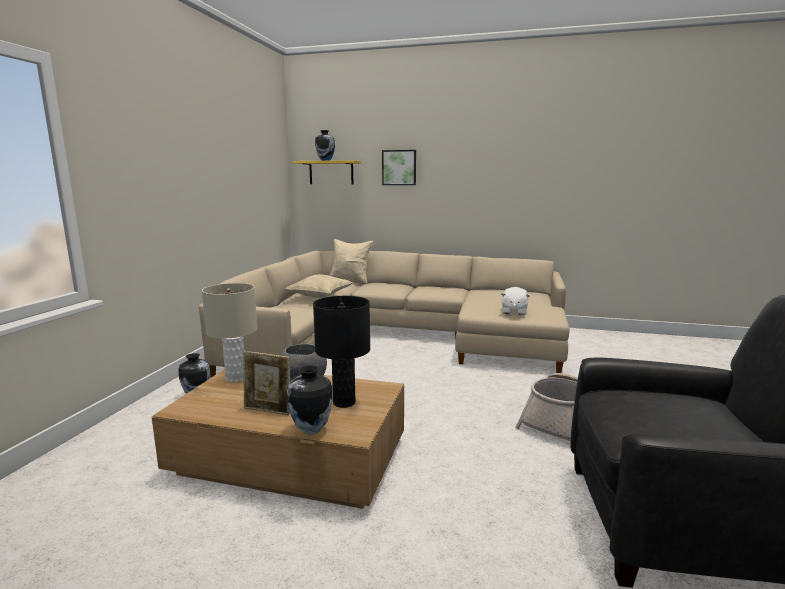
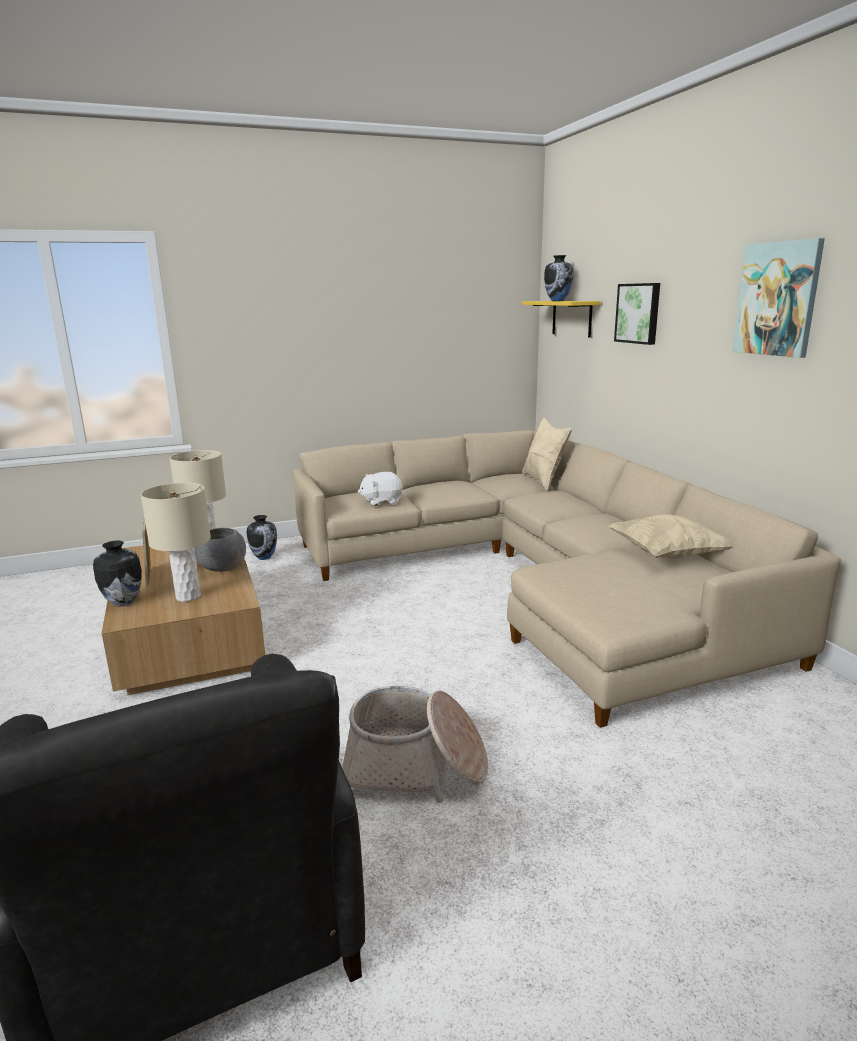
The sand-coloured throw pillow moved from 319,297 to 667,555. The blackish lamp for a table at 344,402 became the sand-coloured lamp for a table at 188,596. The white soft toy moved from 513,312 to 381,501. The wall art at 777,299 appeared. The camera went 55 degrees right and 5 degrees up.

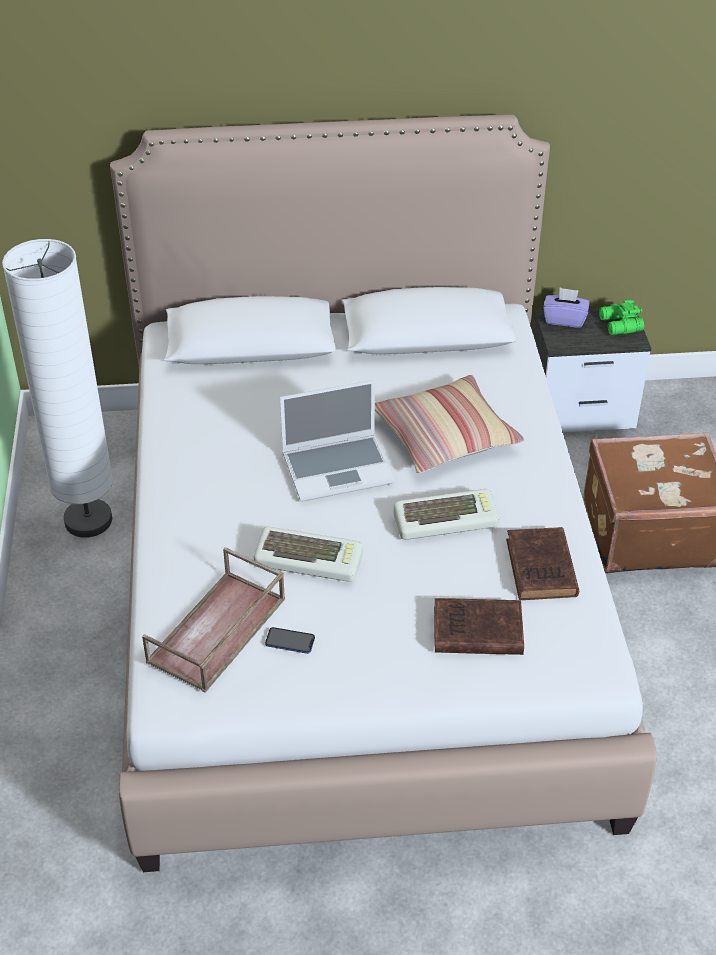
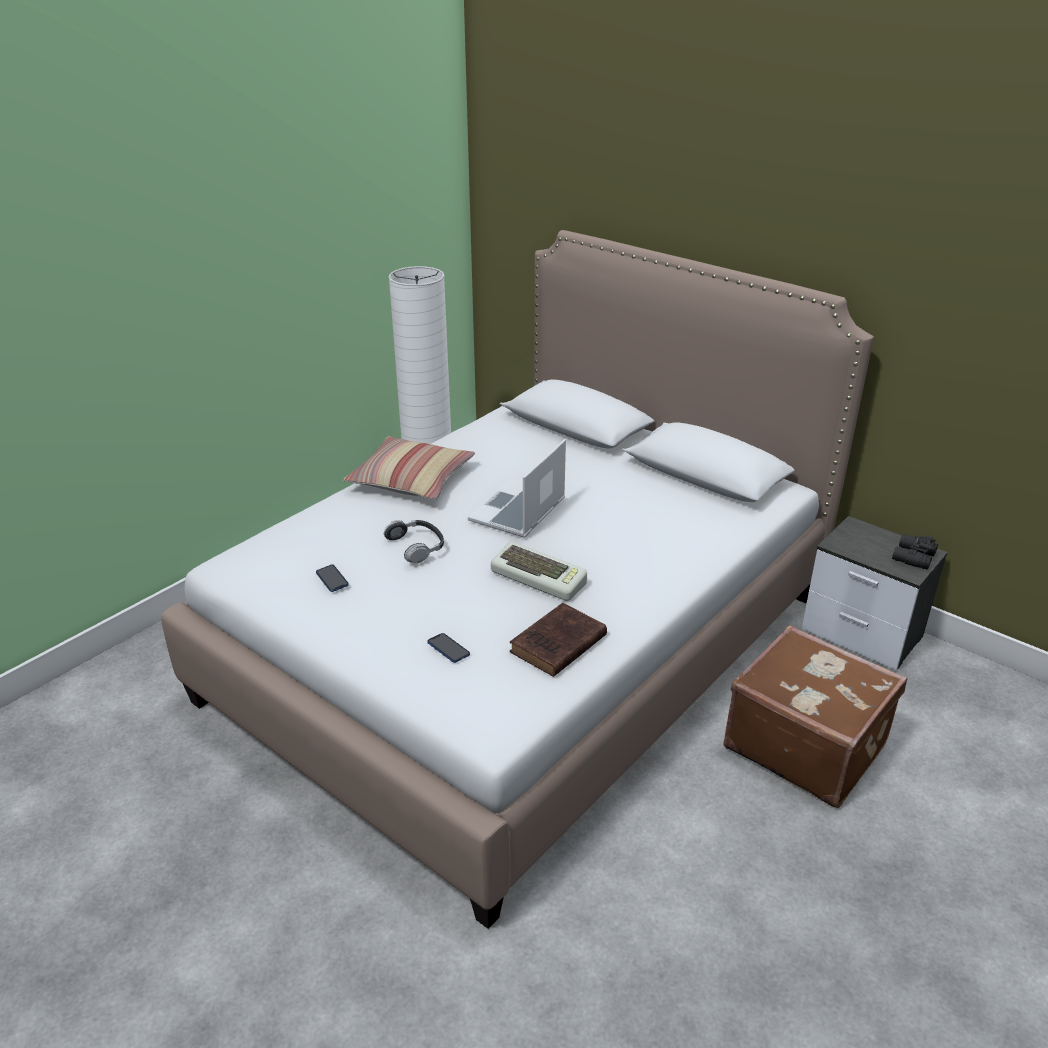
The brown tray at 217,632 disappeared. The computer keyboard at 310,559 was replaced by the headphones at 417,546. The laptop at 338,468 turned 90 degrees clockwise. The throw pillow moved from 445,436 to 411,479. The brown volume at 475,631 was replaced by the telephone at 448,649. The purple tissue box at 564,319 disappeared. The green binoculars at 619,325 became the blackish binoculars at 912,557. The camera went 45 degrees right and 10 degrees down.

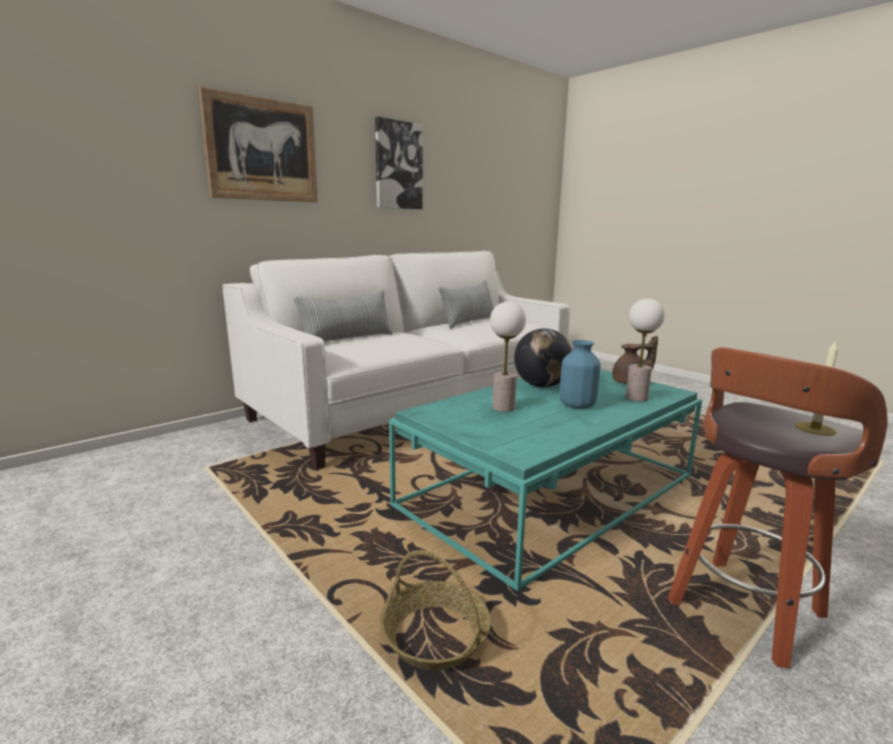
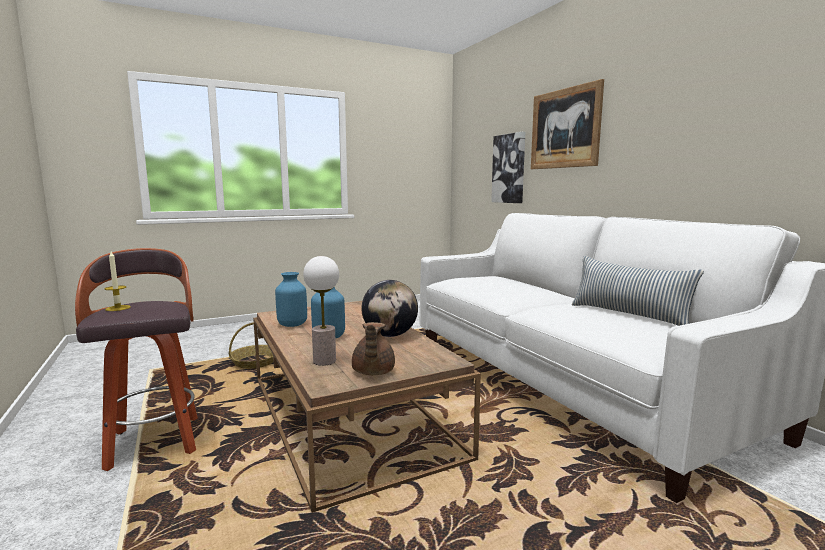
The throw pillow at 347,339 disappeared. The wall art moved from 398,165 to 509,168. The turquoise-coloured lounge table at 550,490 became the brown lounge table at 349,414. The lamp for a table at 504,407 disappeared. The blue-coloured vase at 293,324 appeared. The camera went 105 degrees right and 5 degrees down.

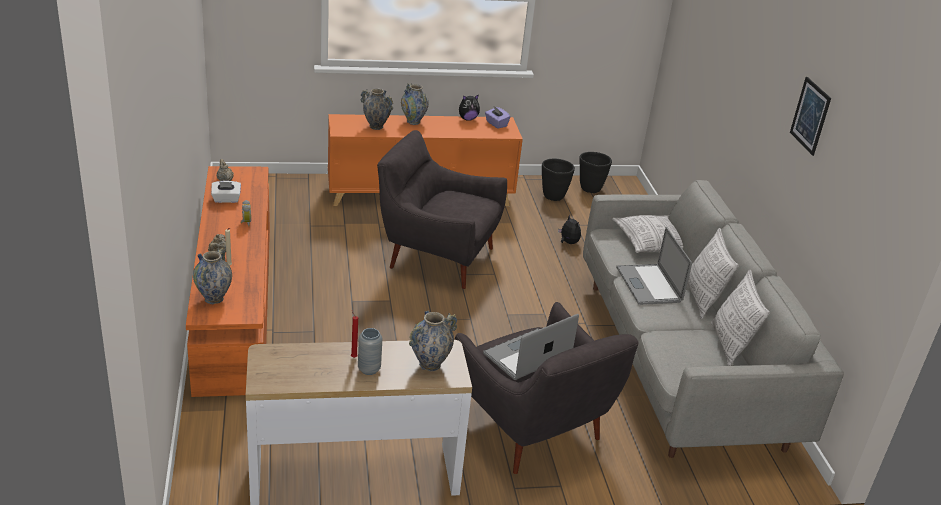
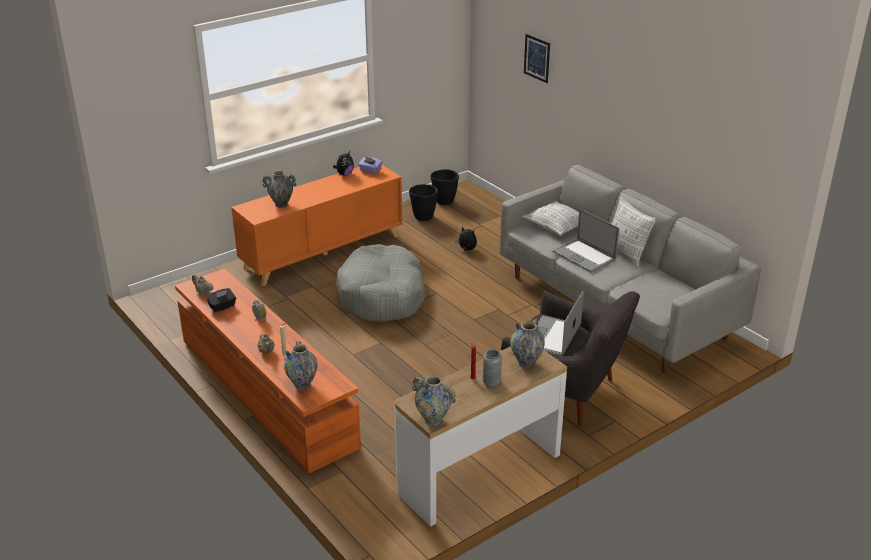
The white tissue box at 226,199 became the blackish tissue box at 222,307. The greyish armchair at 436,256 was replaced by the greyish dog bed at 382,296. The vase moved from 413,122 to 433,420. The throw pillow at 730,345 disappeared. The wall art moved from 810,115 to 537,58. The camera went 25 degrees left and 0 degrees up.

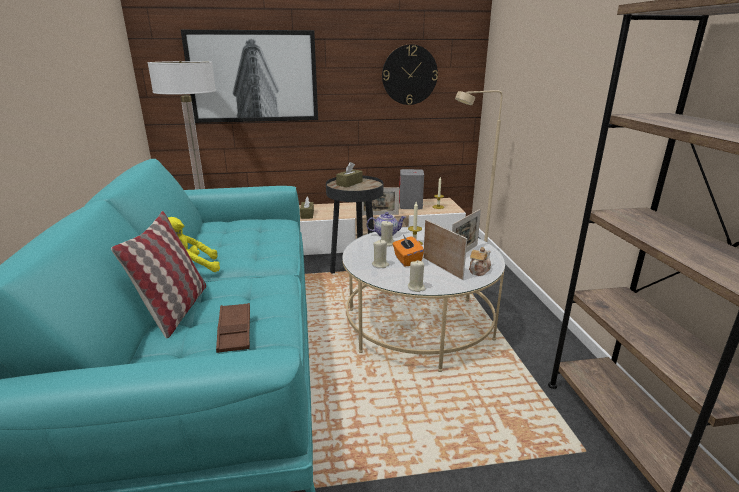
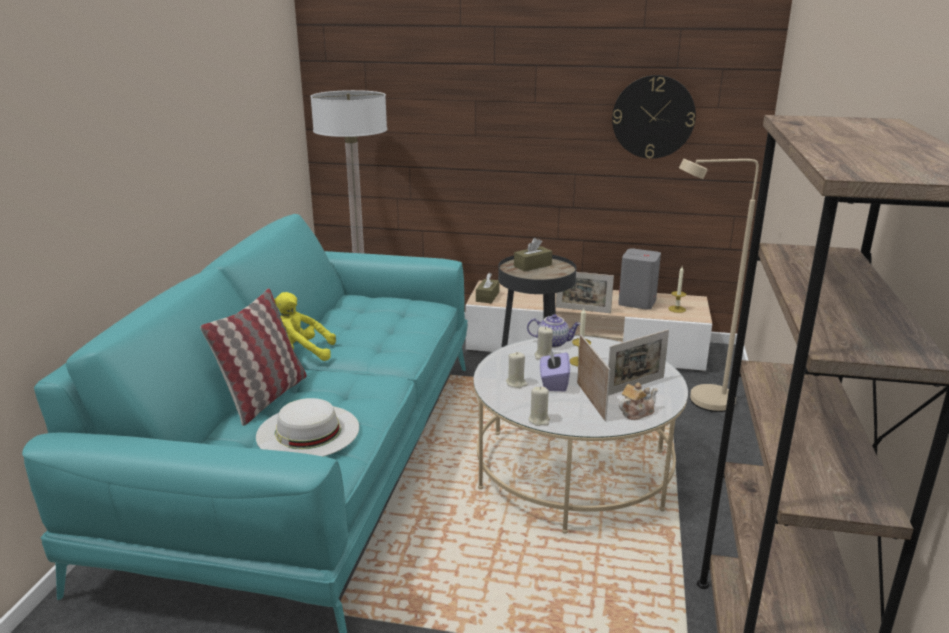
The wall art at 253,77 disappeared. The brown tray at 234,331 was replaced by the white wearable hat at 308,431. The orangey tissue box at 407,260 became the purple tissue box at 553,383. The camera went 20 degrees right and 0 degrees up.

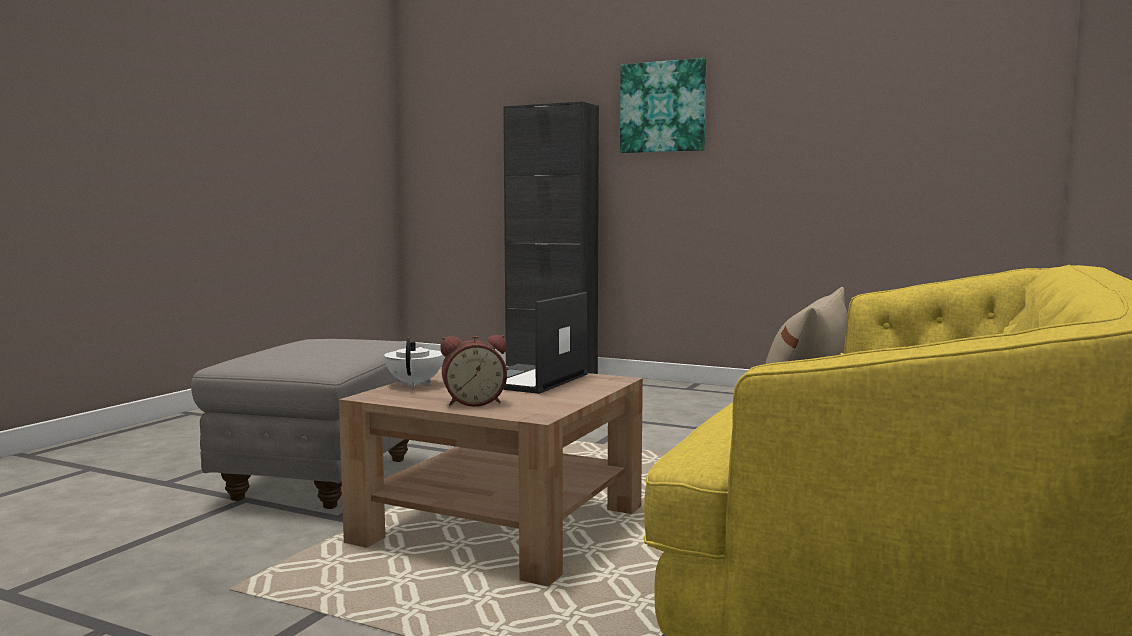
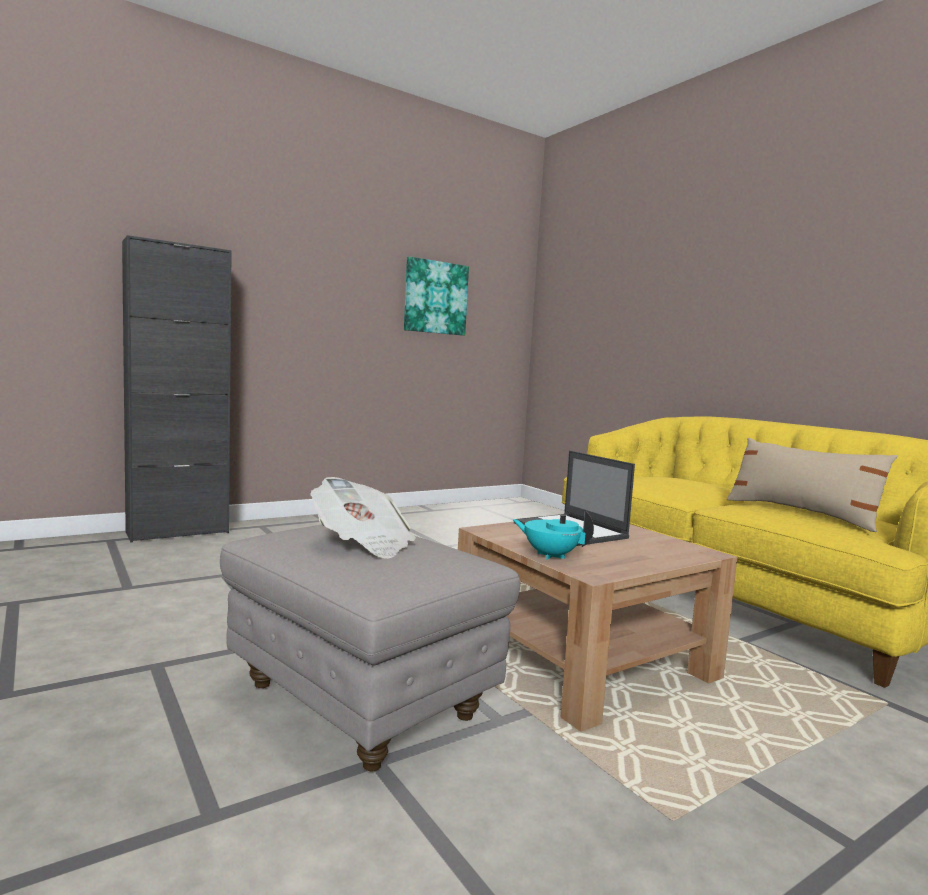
The white pot for tea at 415,384 became the turquoise-coloured pot for tea at 550,555. The table clock at 474,402 disappeared. The wall art moved from 663,107 to 435,297. The daily paper at 363,544 appeared. The camera went 60 degrees left and 0 degrees up.

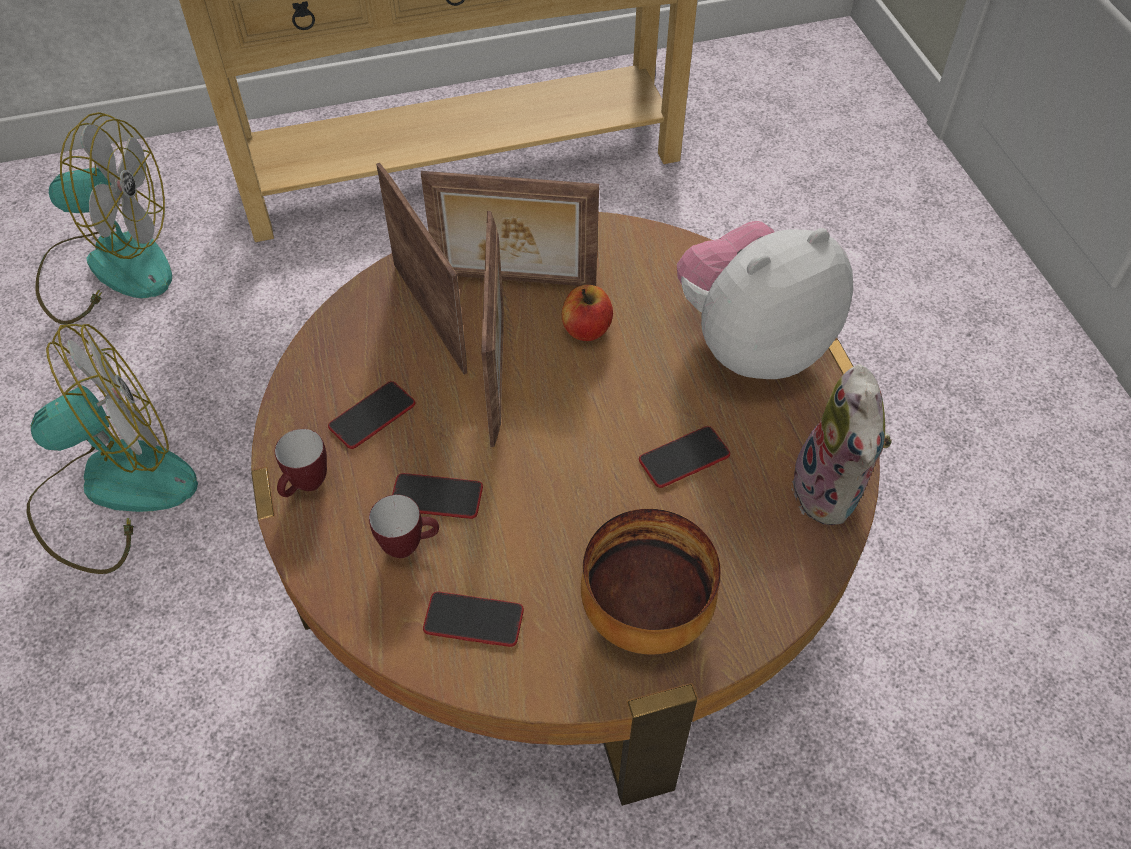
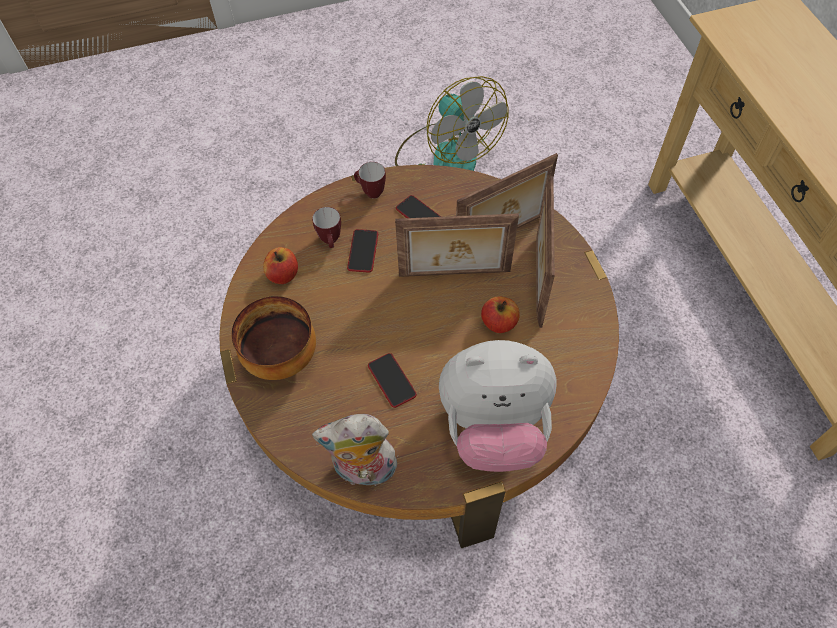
The fan at 109,266 disappeared. The telephone at 473,620 was replaced by the apple fruit at 283,274. The soft toy at 751,344 turned 120 degrees clockwise. The camera went 90 degrees right and 5 degrees up.

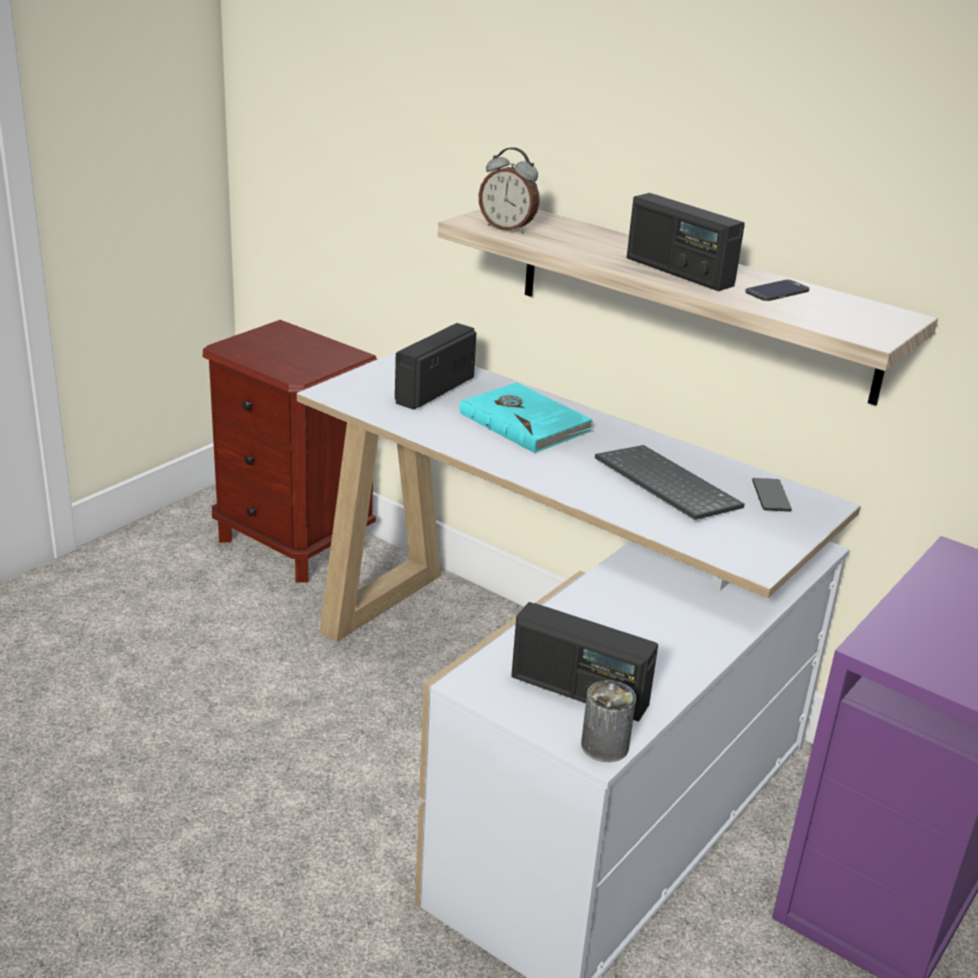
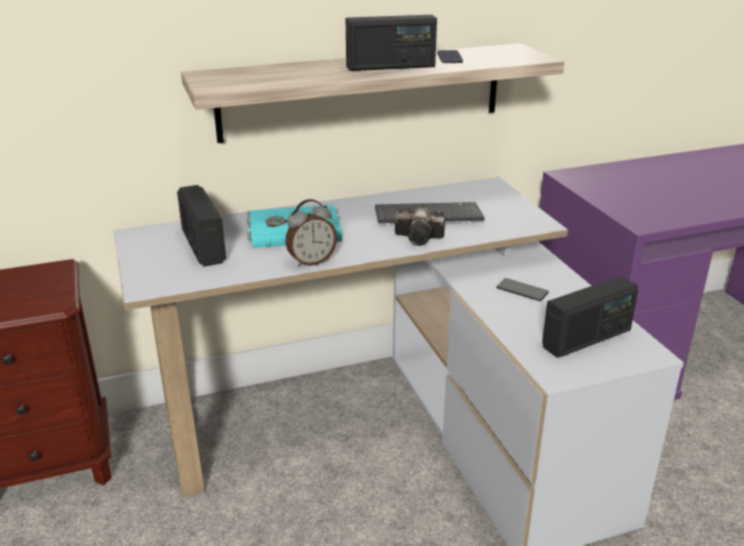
The table clock moved from 507,228 to 311,261. The sealed can at 604,746 disappeared. The telephone moved from 771,496 to 522,290. The still camera at 421,238 appeared. The camera went 55 degrees left and 0 degrees up.

